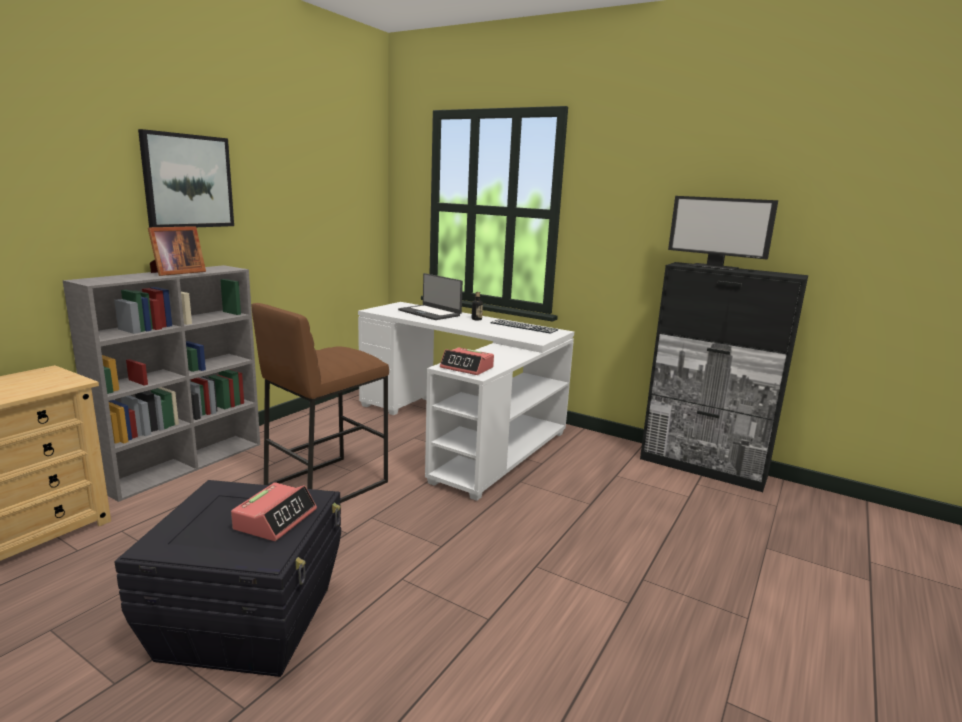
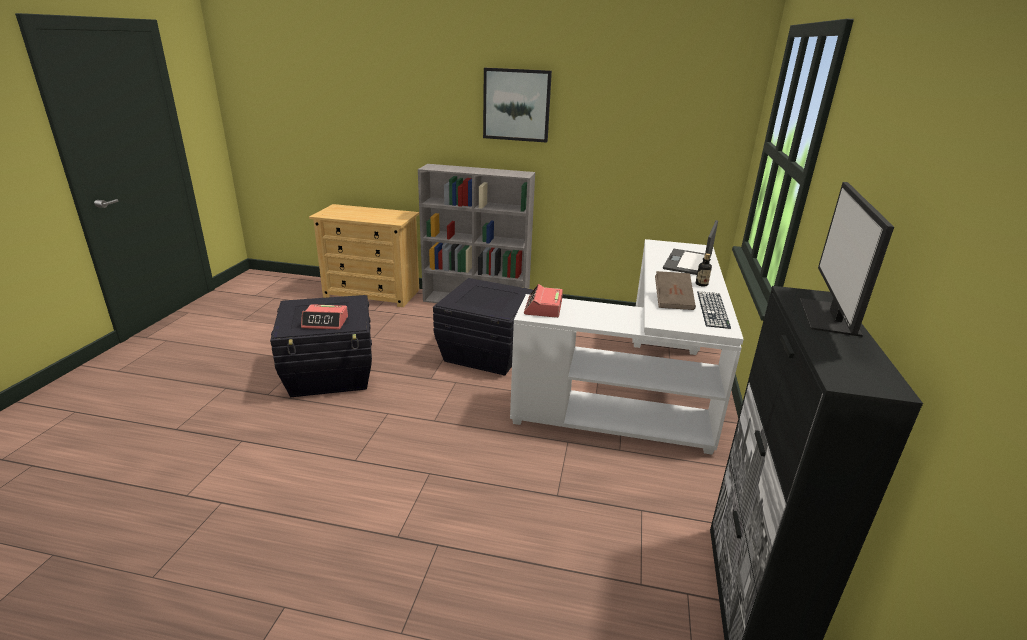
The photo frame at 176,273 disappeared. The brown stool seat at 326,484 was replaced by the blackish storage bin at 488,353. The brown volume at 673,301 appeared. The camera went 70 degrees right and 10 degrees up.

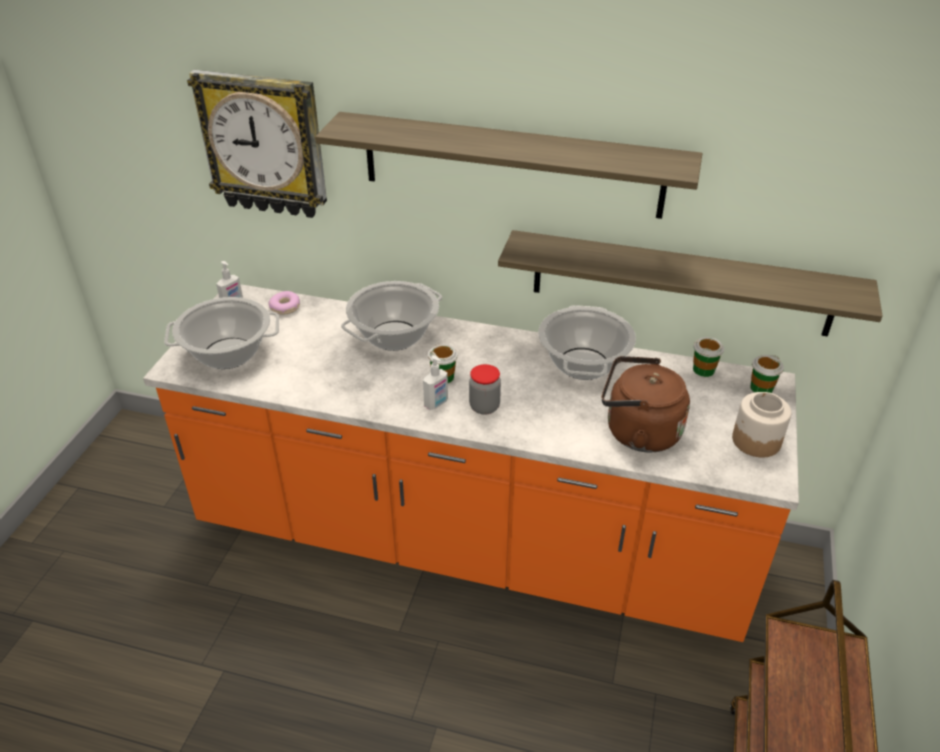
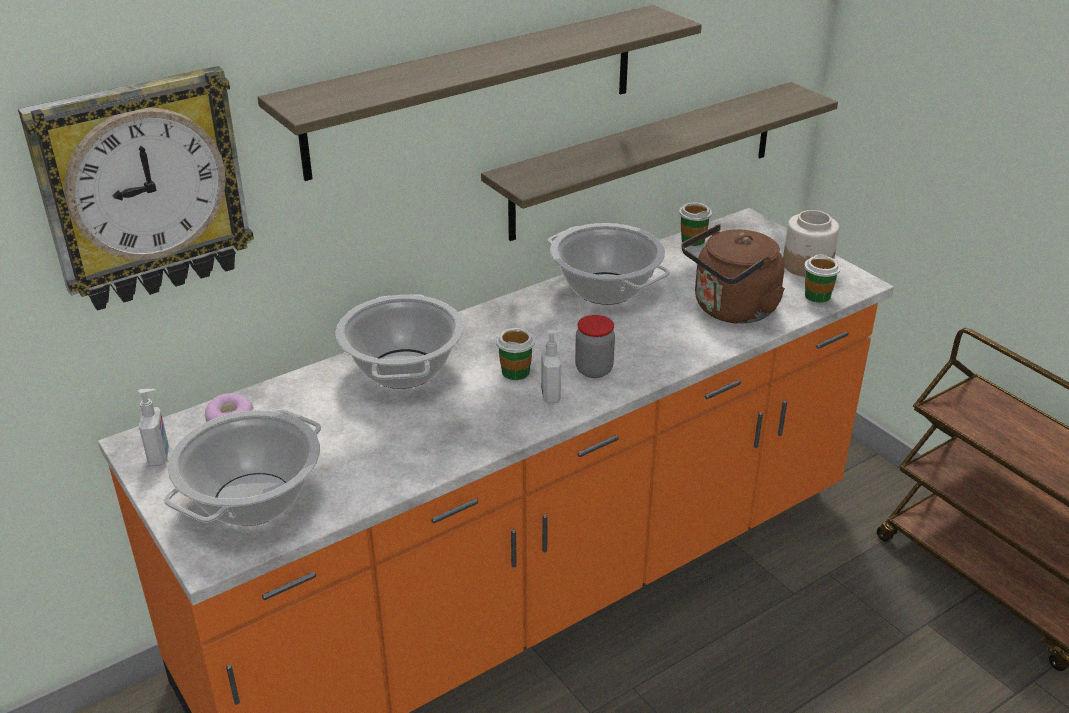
The drinking cup moved from 761,388 to 817,296. The camera went 50 degrees left and 5 degrees down.

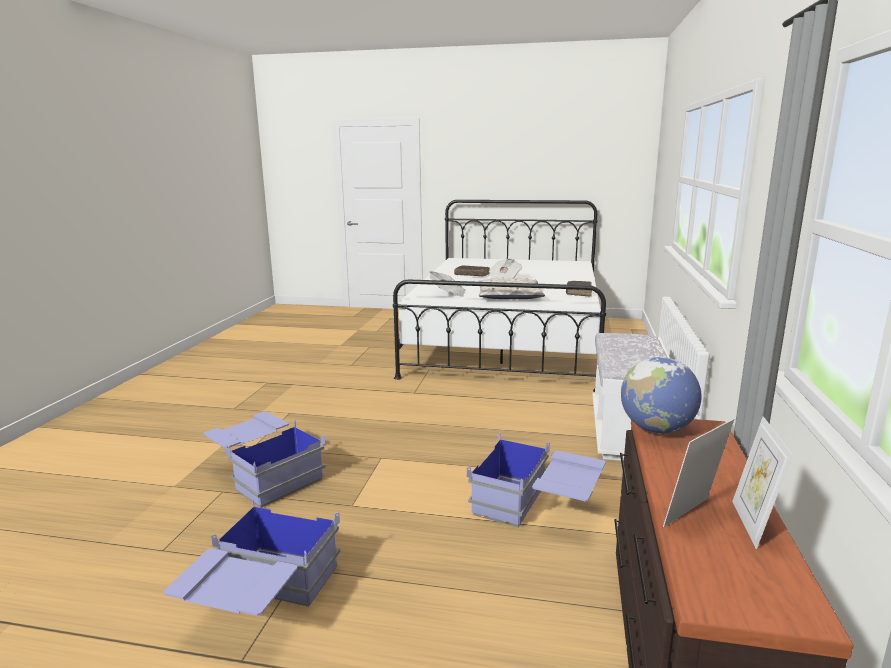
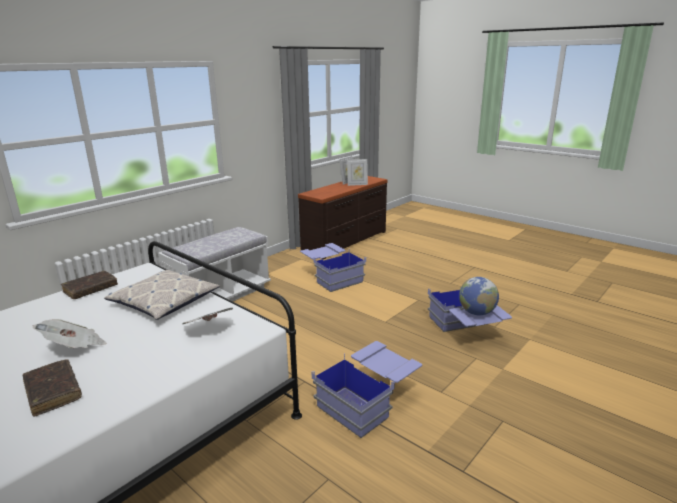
The blue-coloured storage bin moved from 262,602 to 368,401. The globe moved from 656,429 to 476,313. The camera went 150 degrees left and 5 degrees up.

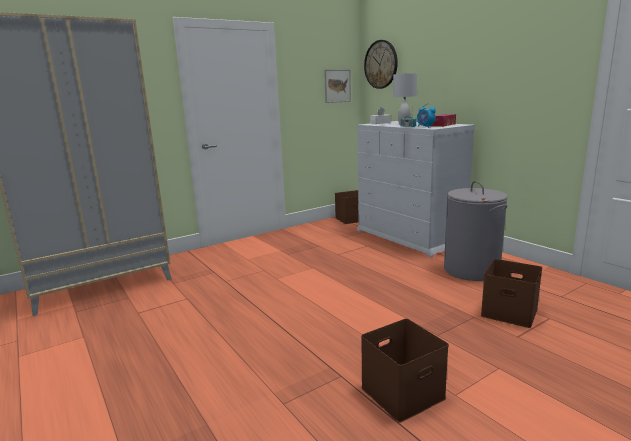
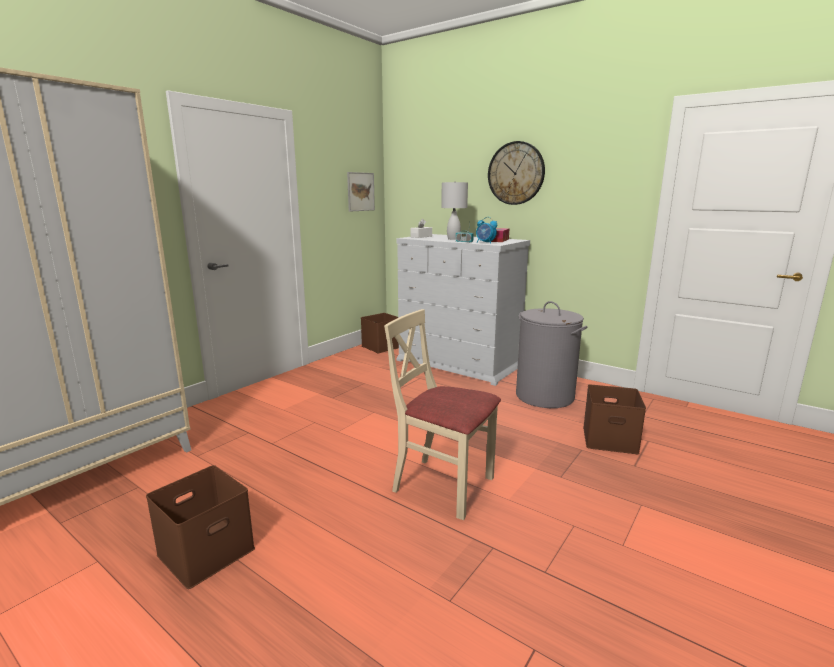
The brown storage bin moved from 402,394 to 205,553. The clock on the wall moved from 381,64 to 516,173. The sand-coloured chair at 443,485 appeared. The camera went 20 degrees left and 0 degrees up.

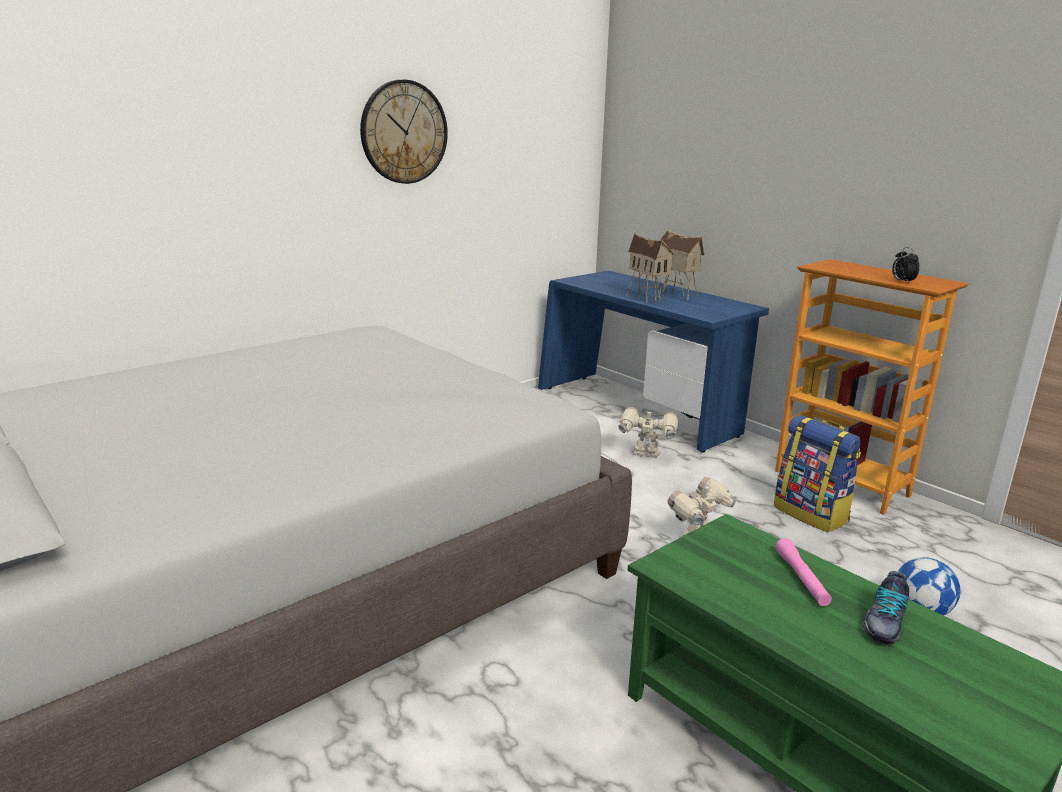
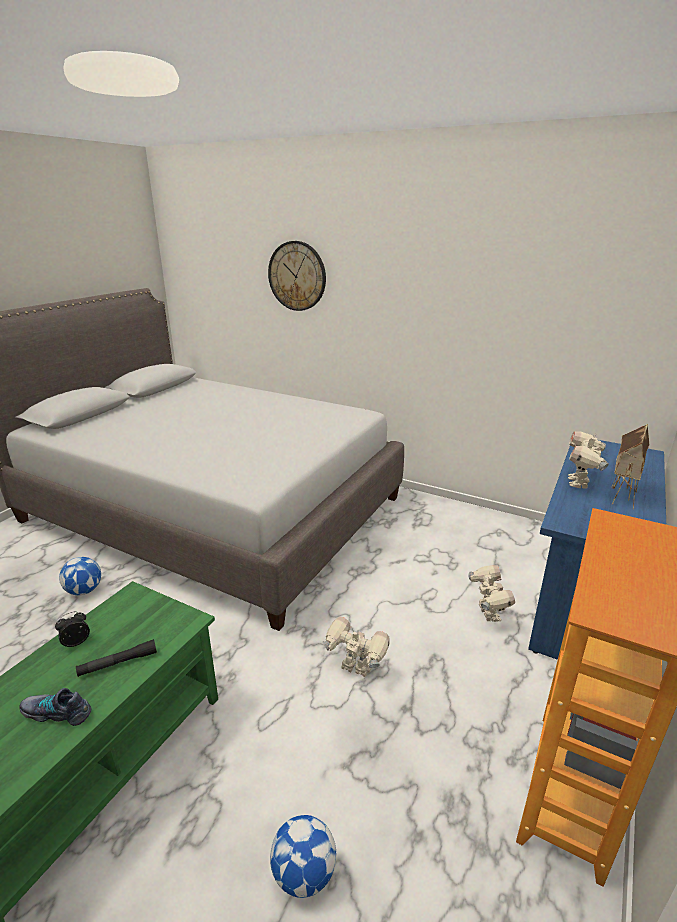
The clock on the wall moved from 404,132 to 297,276. The toy house at 647,298 was replaced by the toy robot at 579,483. The backpack at 812,514 disappeared. The pink-coloured hand torch at 801,578 became the blackish hand torch at 118,663. The table clock moved from 902,282 to 76,642. The ball for football at 84,590 appeared. The camera went 70 degrees right and 5 degrees up.

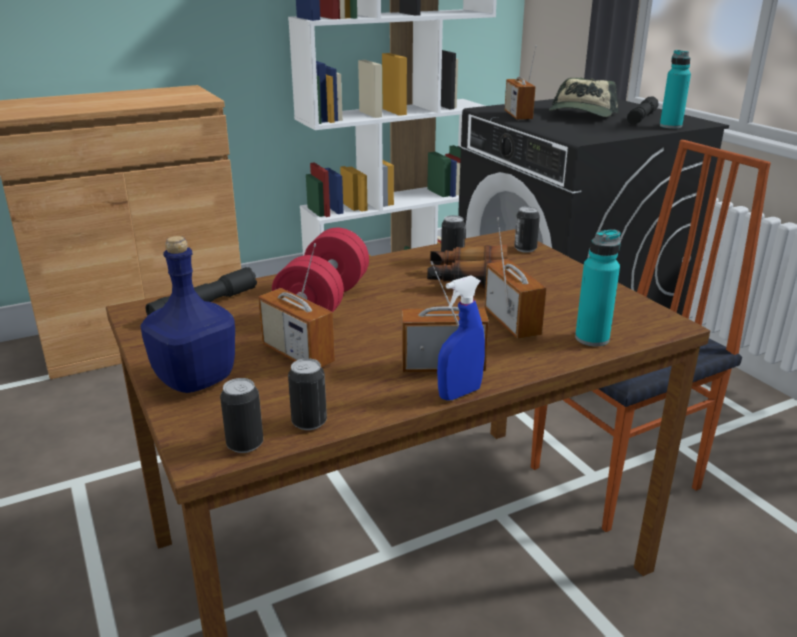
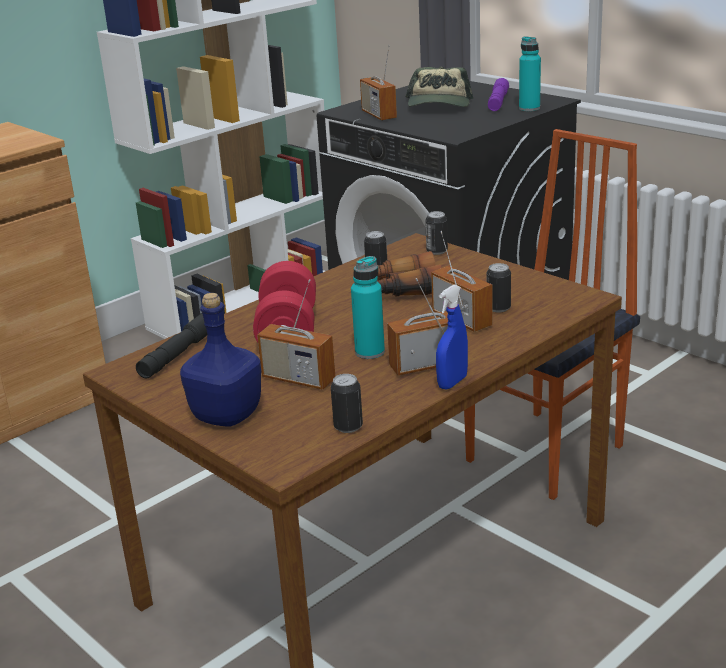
The sealed can moved from 245,444 to 498,308. The turquoise-coloured beverage bottle moved from 592,338 to 370,352. The blackish hand torch at 641,118 became the purple hand torch at 498,102. The camera went 15 degrees left and 0 degrees up.

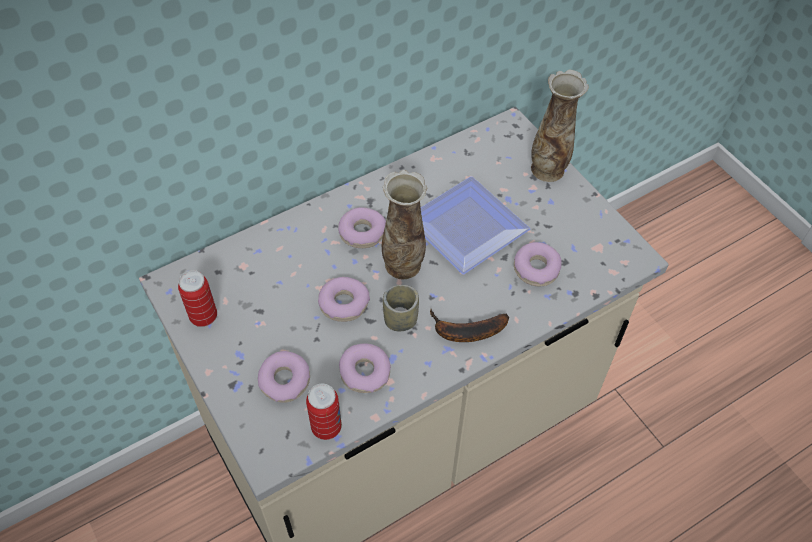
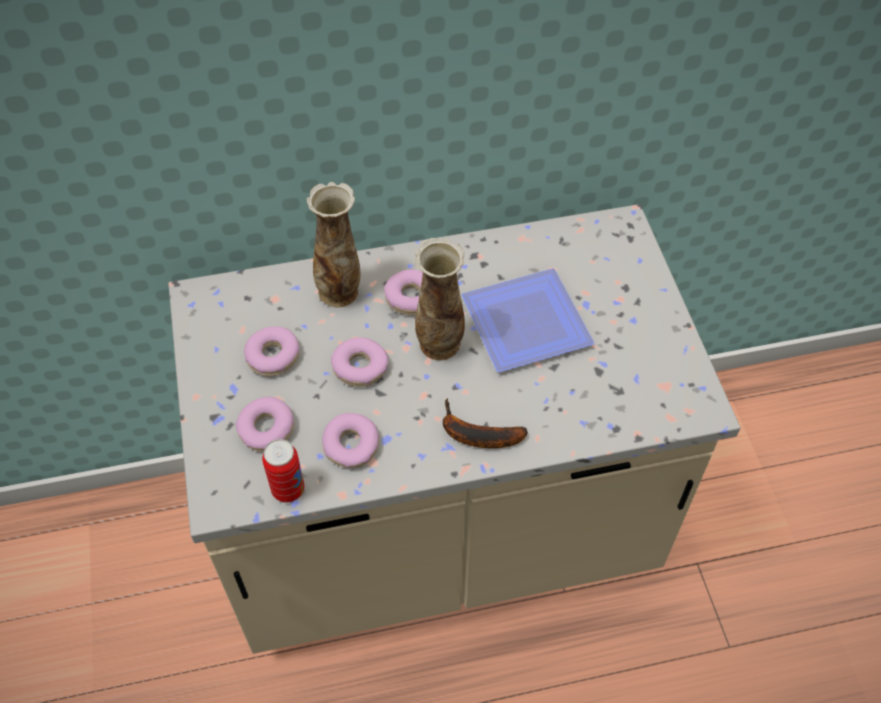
The sealed can at 203,317 disappeared. The drinking cup at 400,320 disappeared. The ring doughnut moved from 536,269 to 273,356. The vase moved from 548,169 to 340,291. The camera went 20 degrees right and 0 degrees up.

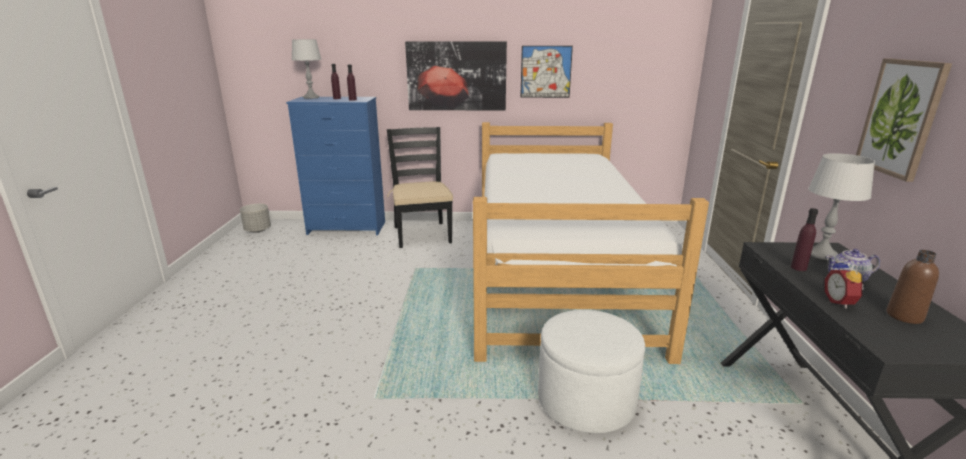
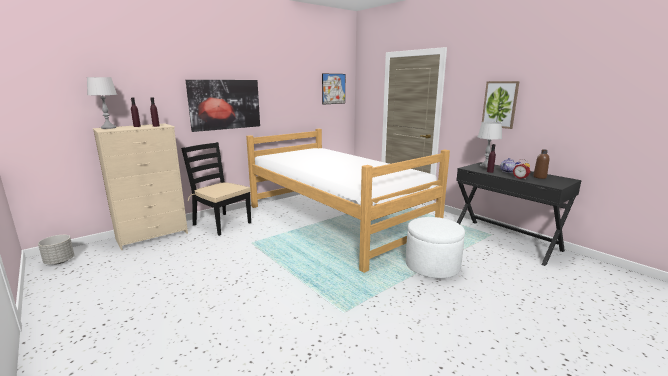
The blue-coloured chest of drawers at 347,228 became the sand-coloured chest of drawers at 153,236. The wall art moved from 545,72 to 333,89. The camera went 40 degrees left and 5 degrees down.

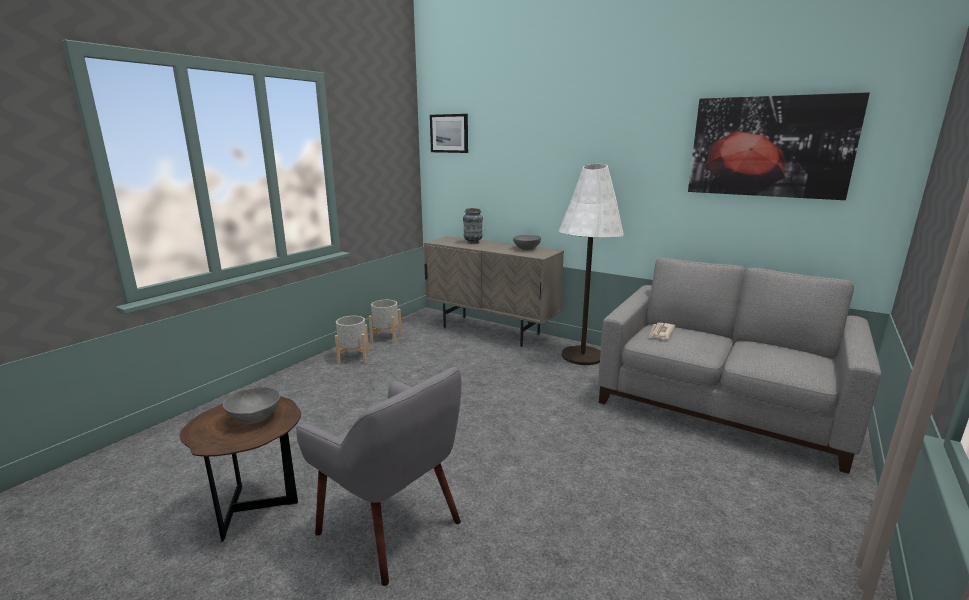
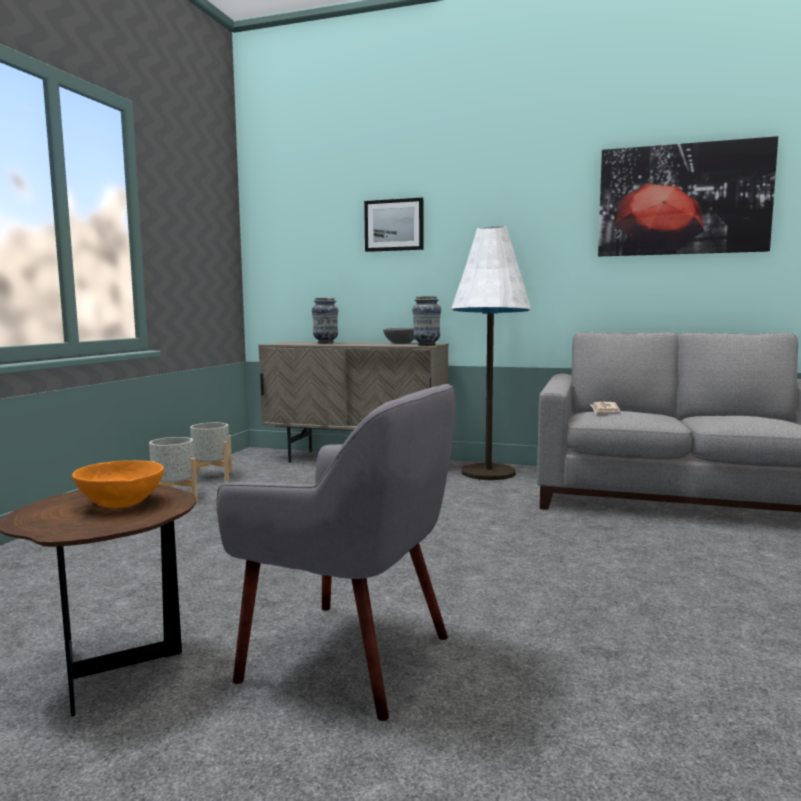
The greyish bowl at 255,418 became the orangey bowl at 121,503. The wall art moved from 449,133 to 394,225. The vase at 426,345 appeared. The camera went 15 degrees left and 10 degrees down.

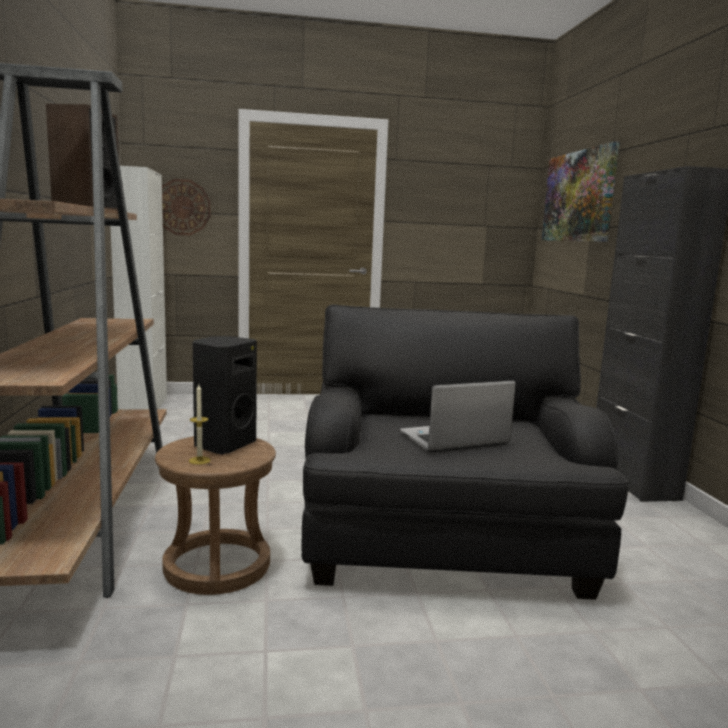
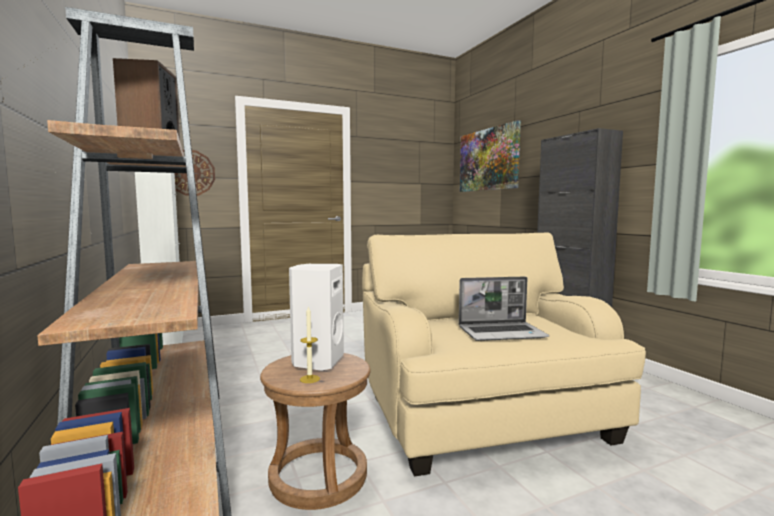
The blackish speaker at 223,445 became the white speaker at 316,362. The blackish armchair at 444,537 became the sand-coloured armchair at 482,413. The laptop at 453,440 turned 150 degrees counterclockwise. The camera went 15 degrees left and 5 degrees down.

